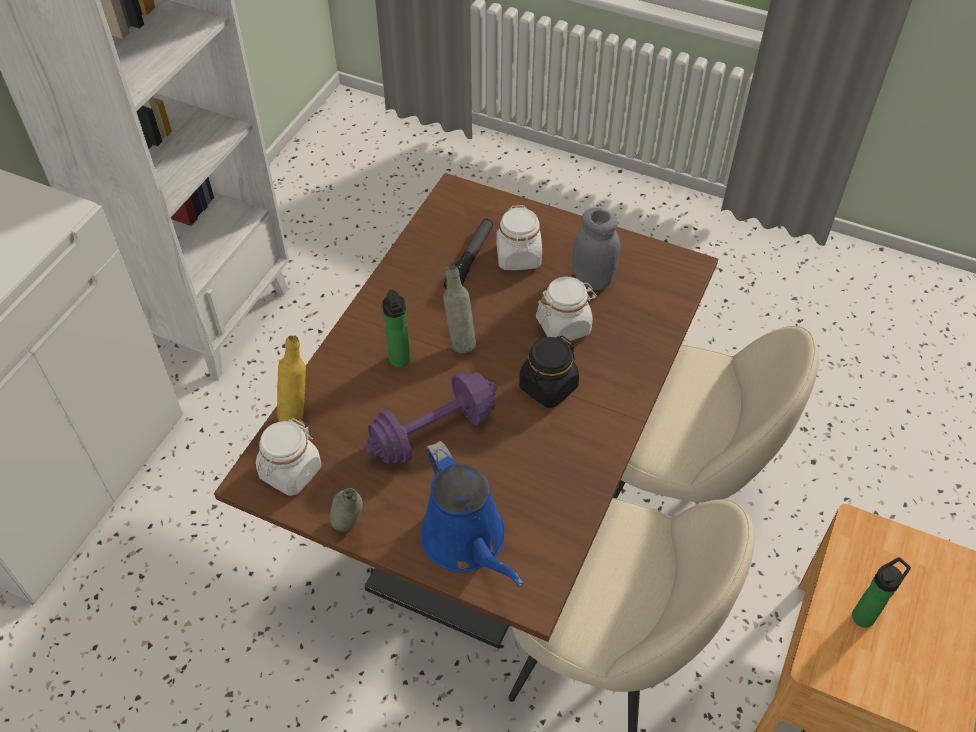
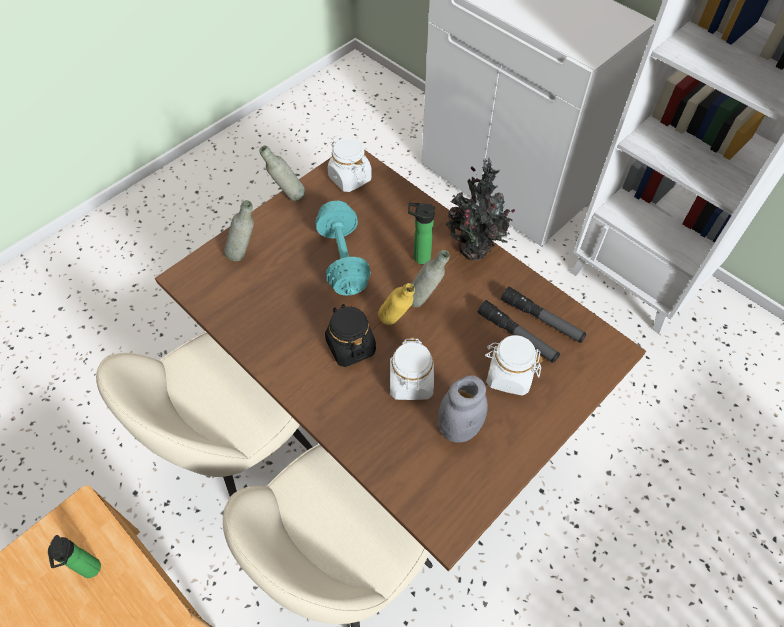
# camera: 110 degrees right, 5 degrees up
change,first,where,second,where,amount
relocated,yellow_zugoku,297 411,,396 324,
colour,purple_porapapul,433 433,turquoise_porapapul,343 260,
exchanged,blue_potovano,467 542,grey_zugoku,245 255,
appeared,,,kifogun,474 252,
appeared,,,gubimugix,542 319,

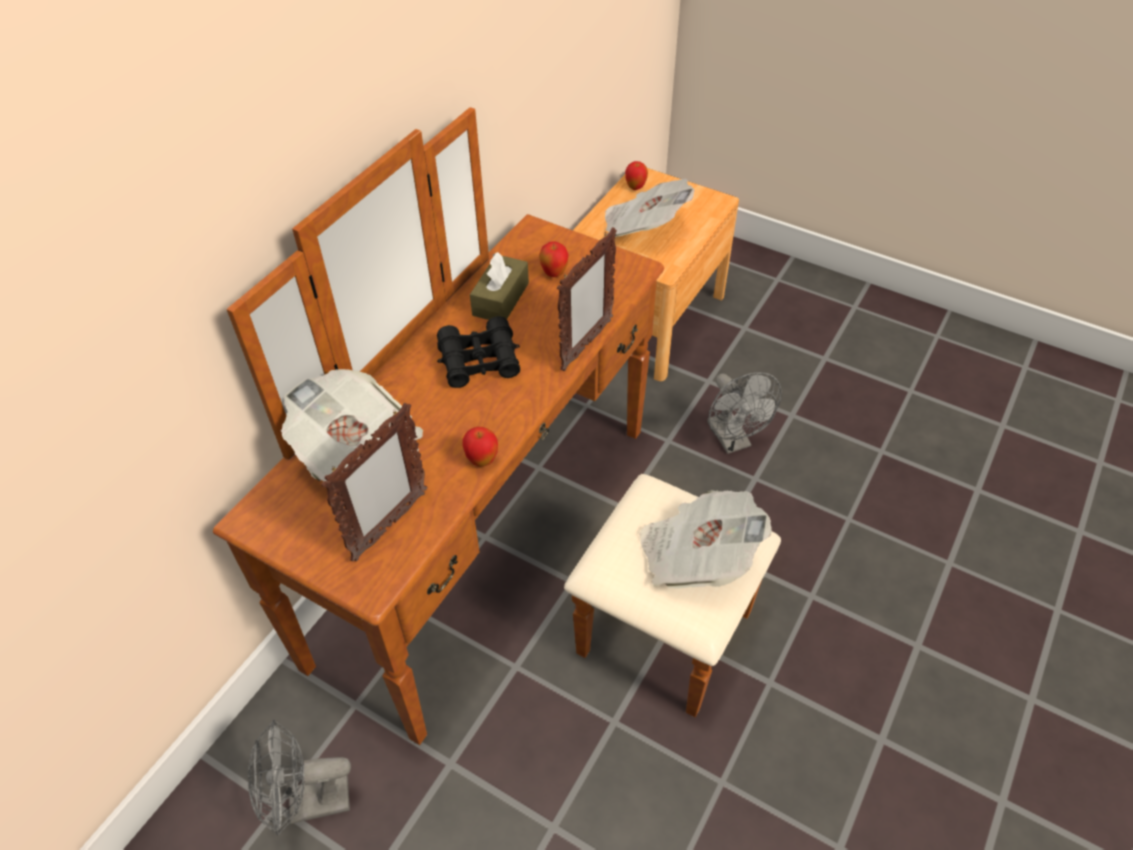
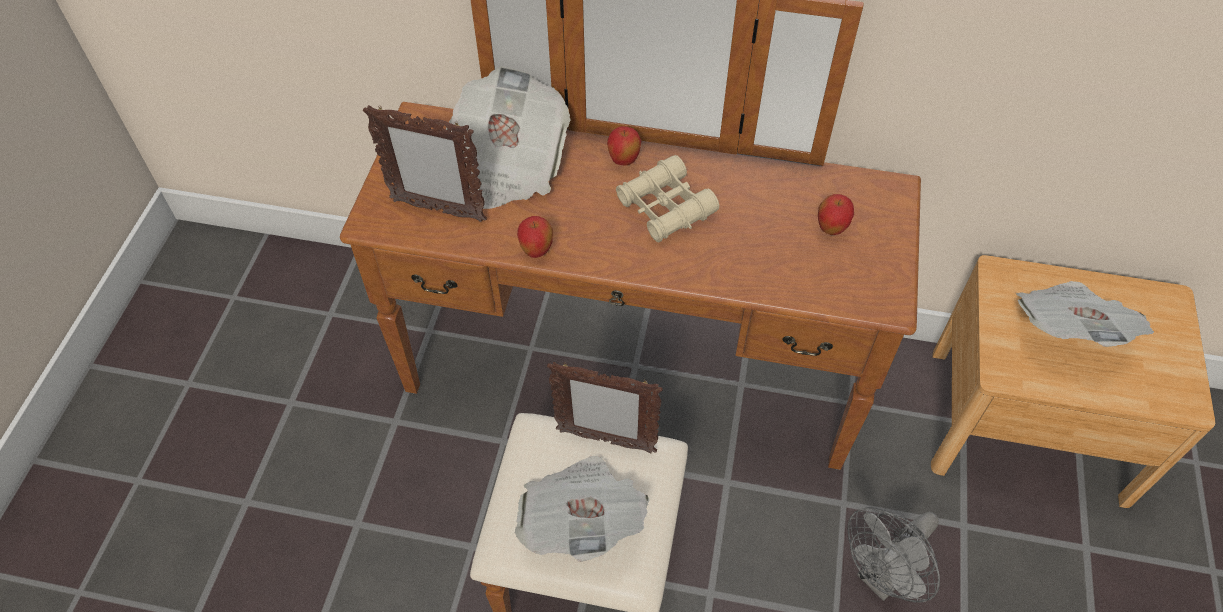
# camera: 70 degrees right, 5 degrees up
change,first,where,second,where,amount
missing,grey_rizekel,308 804,,,
colour,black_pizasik,479 361,beige_pizasik,665 207,
missing,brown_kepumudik,500 299,,,
relocated,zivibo,586 345,,605 441,
relocated,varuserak,635 187,,623 161,

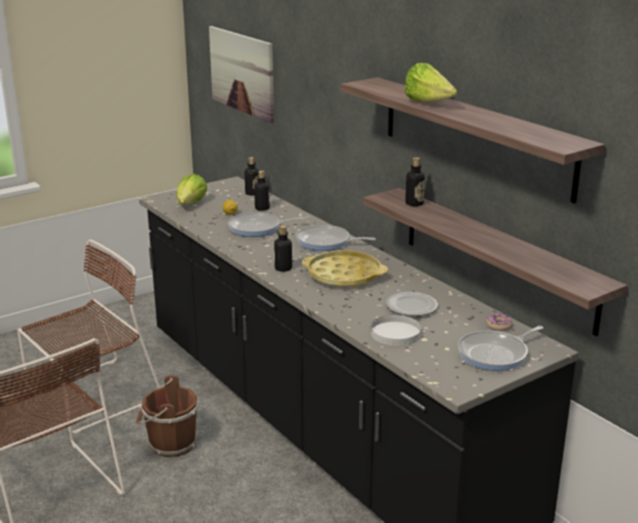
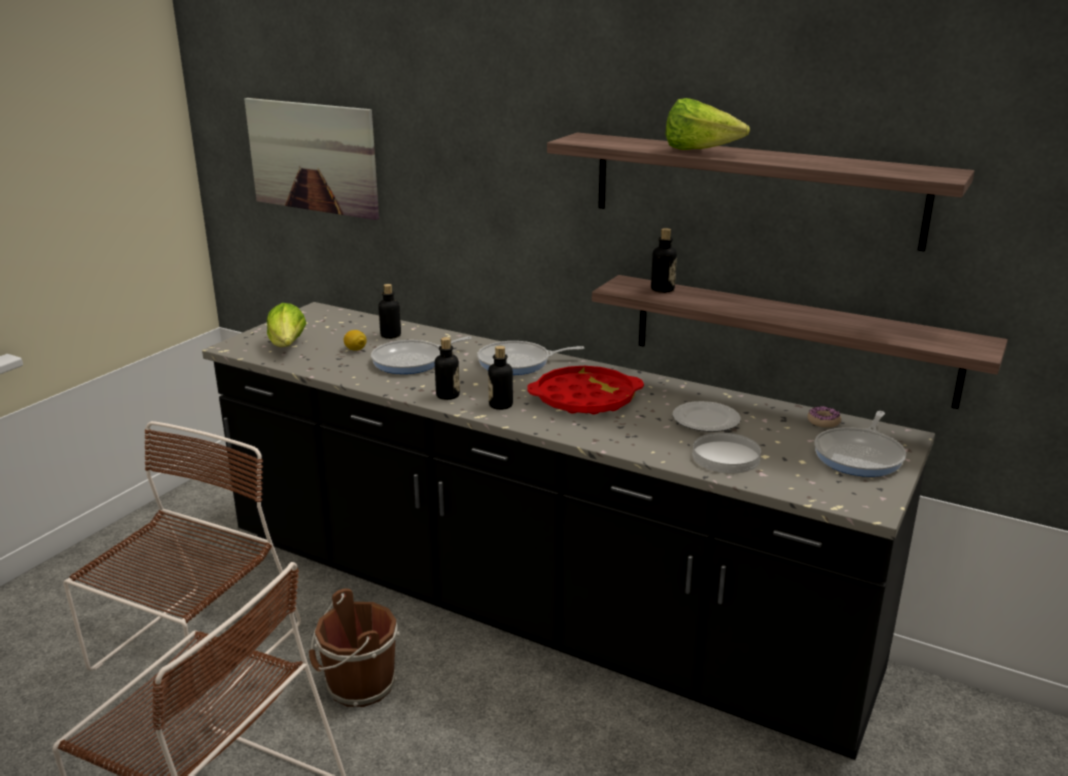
# camera: 25 degrees left, 0 degrees up
change,first,where,second,where,amount
relocated,zugoku,252 193,,448 395,
colour,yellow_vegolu,344 275,red_vegolu,585 399,

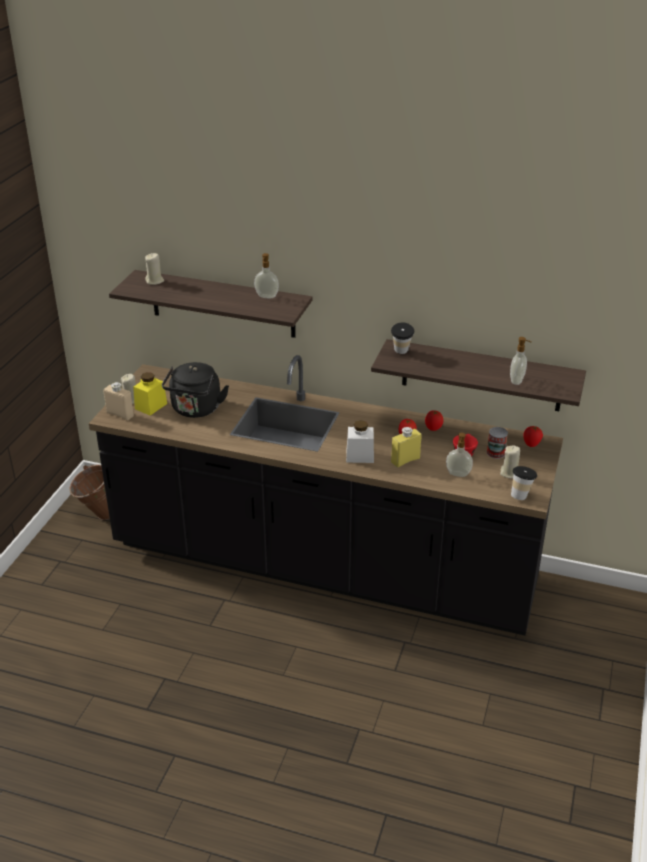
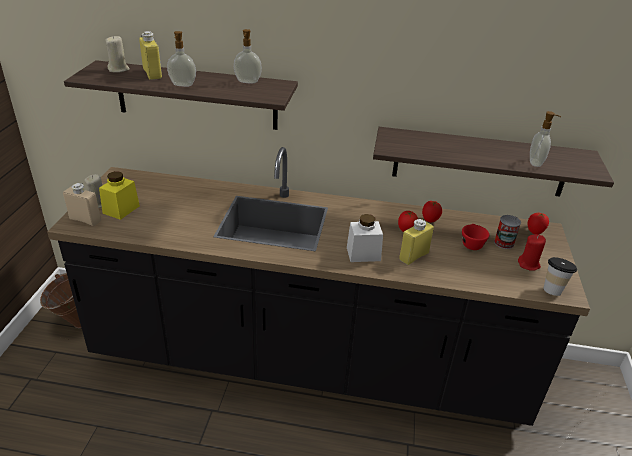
# camera: 10 degrees left, 0 degrees up
change,first,where,second,where,amount
missing,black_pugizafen,195 410,,,
missing,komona,401 353,,,
relocated,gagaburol,458 474,,182 85,
colour,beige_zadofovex,510 473,red_zadofovex,528 264,
appeared,,,yellow_zugoku,152 74,

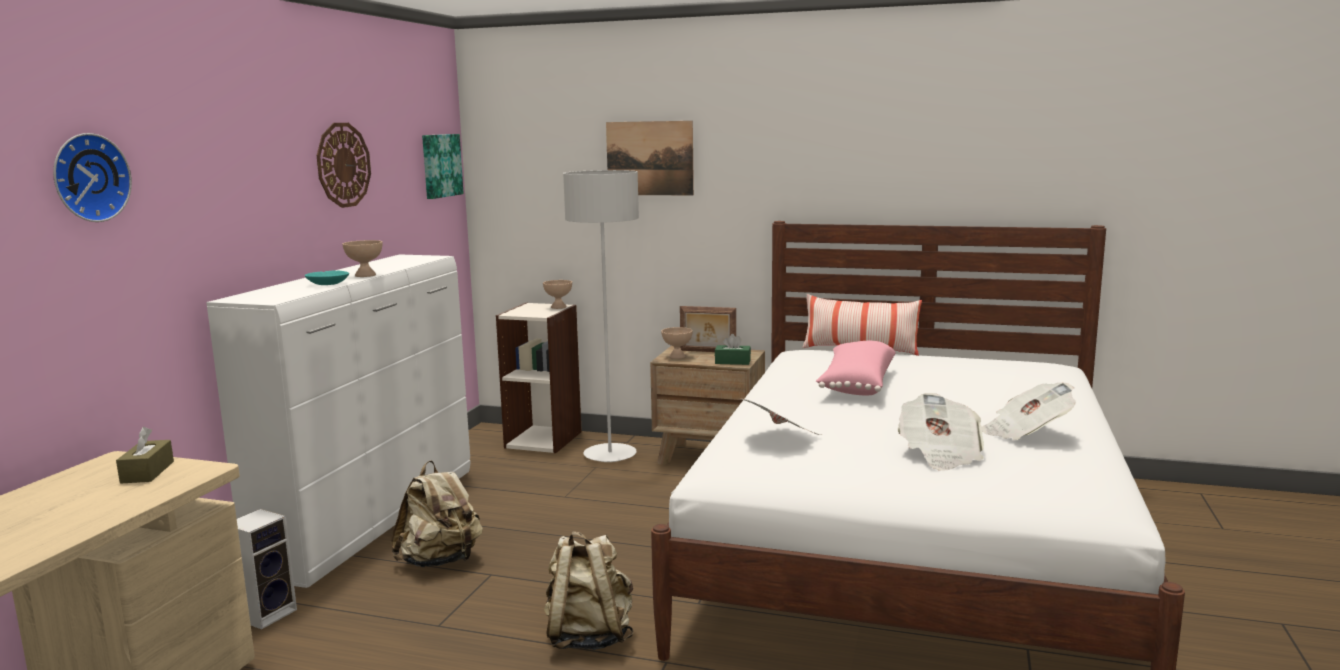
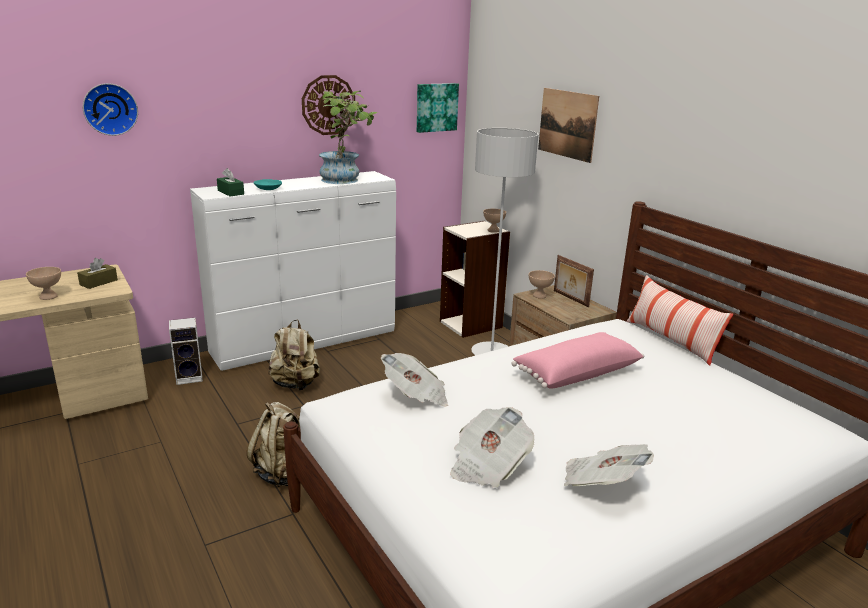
# camera: 40 degrees right, 10 degrees up
change,first,where,second,where,amount
relocated,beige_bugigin,365 275,,48 297,
relocated,green_kepumudik,732 362,,230 192,
appeared,,,kifogun,345 180,

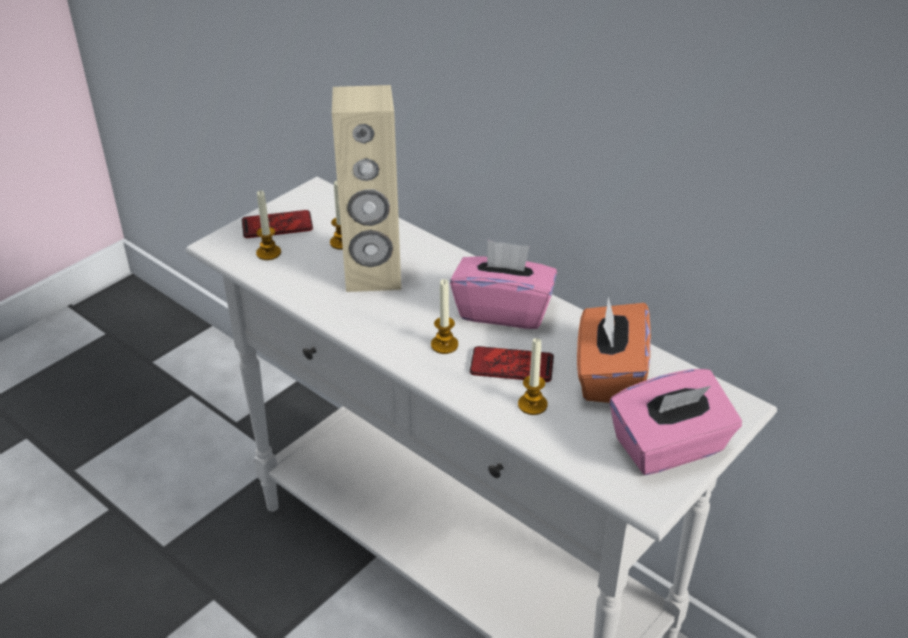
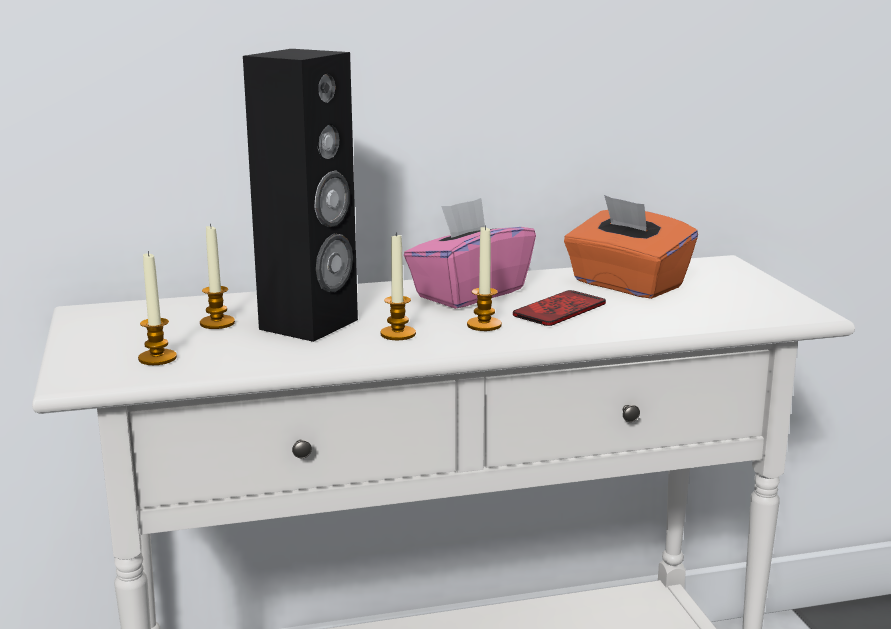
# camera: 55 degrees left, 20 degrees down
change,first,where,second,where,amount
missing,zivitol,277 225,,,
colour,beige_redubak,373 276,black_redubak,310 325,
relocated,zadofovex,532 405,,398 334,
missing,pink_kepumudik,669 447,,,

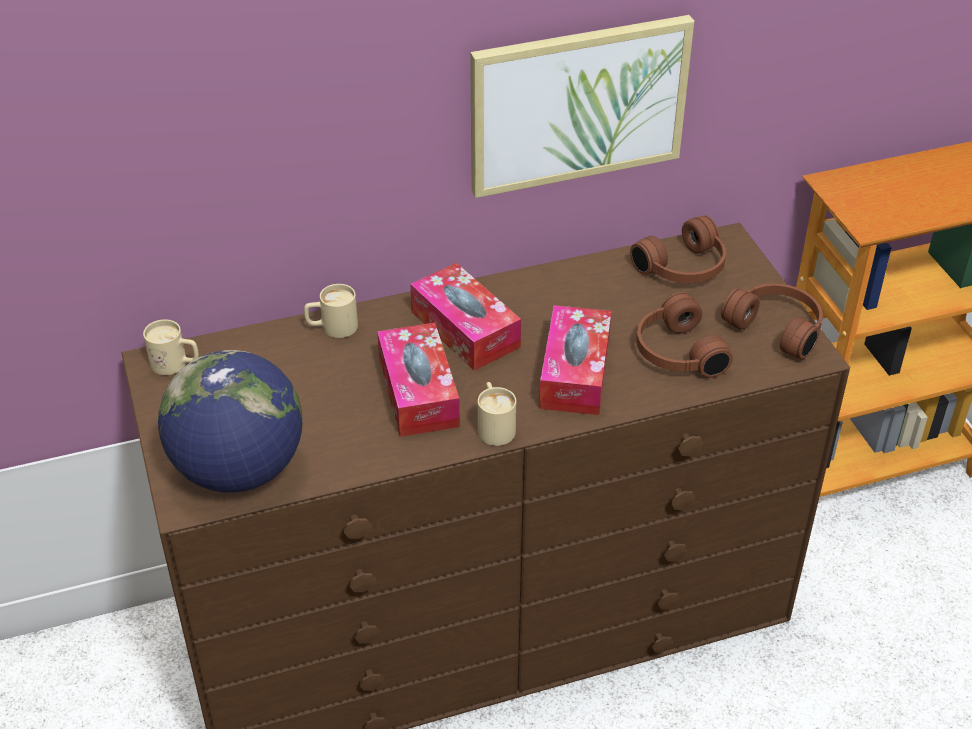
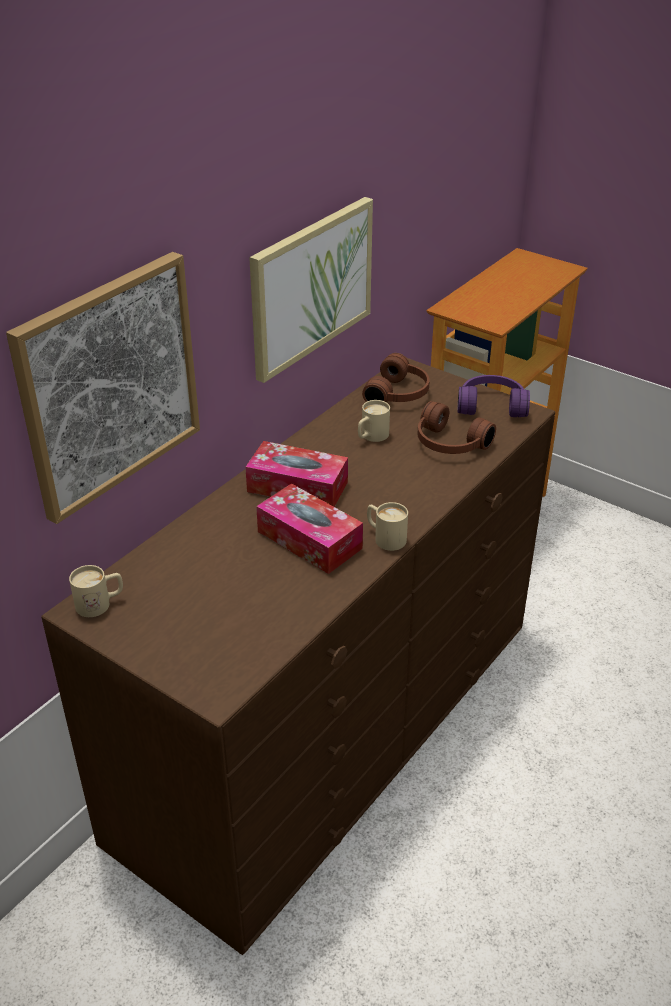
# camera: 35 degrees left, 5 degrees down
change,first,where,second,where,amount
missing,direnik,239 470,,,
relocated,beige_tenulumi,332 328,,371 437,
missing,kepumudik,575 373,,,
colour,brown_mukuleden,778 327,purple_mukuleden,491 405,
appeared,,,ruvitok,109 384,

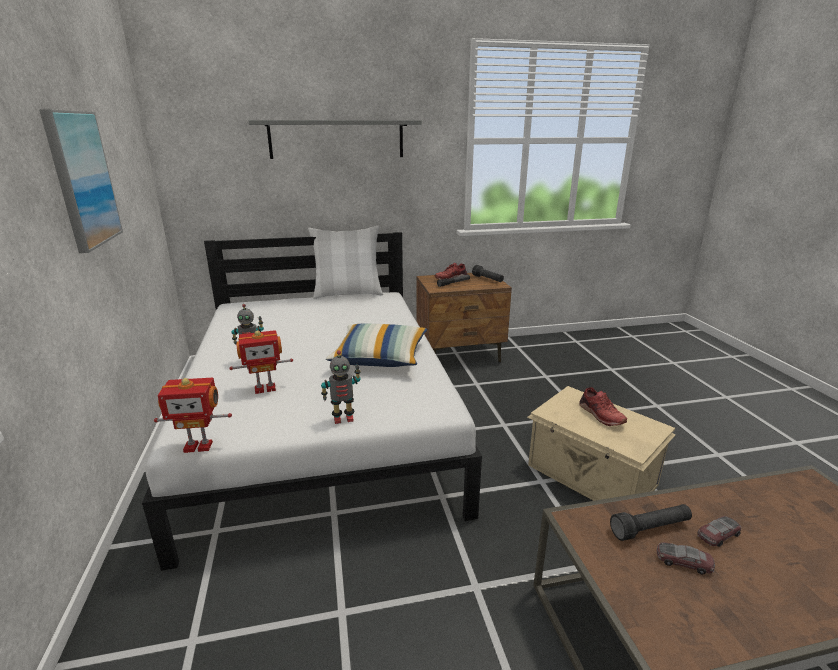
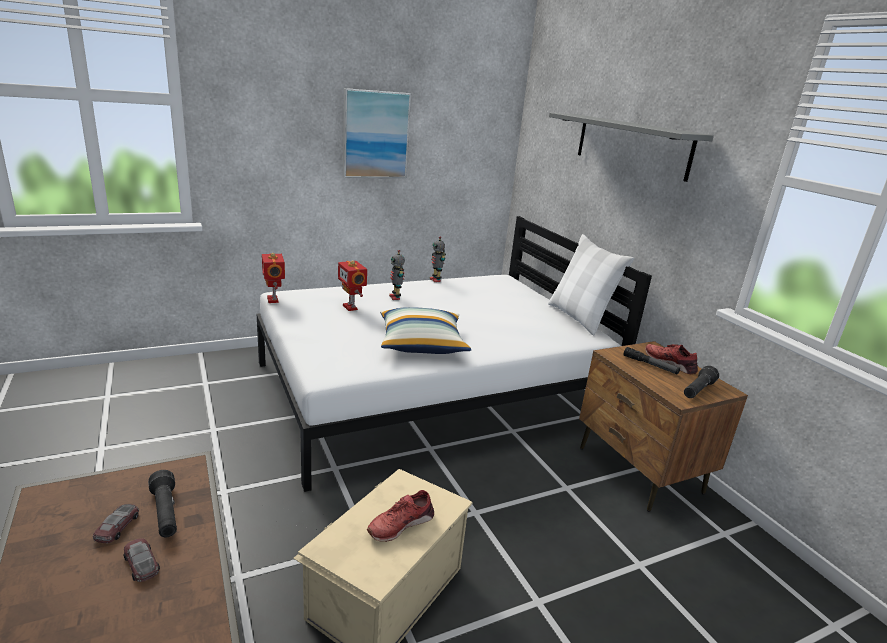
# camera: 75 degrees right, 0 degrees up
change,first,where,second,where,amount
relocated,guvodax,343 418,,436 280,

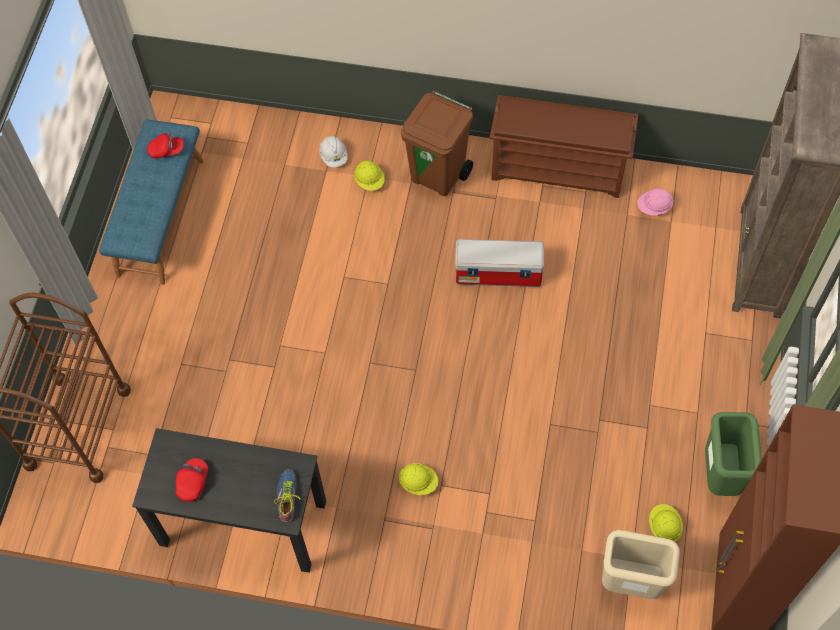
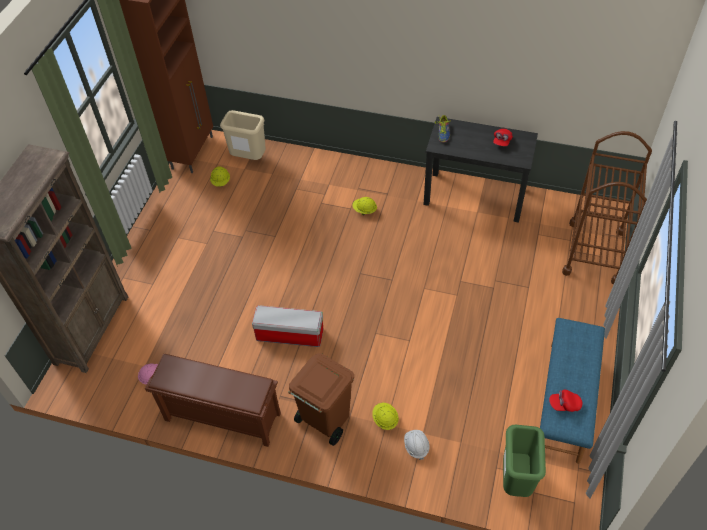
# camera: 175 degrees left, 10 degrees down
change,first,where,second,where,amount
relocated,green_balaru,721 475,,515 479,

